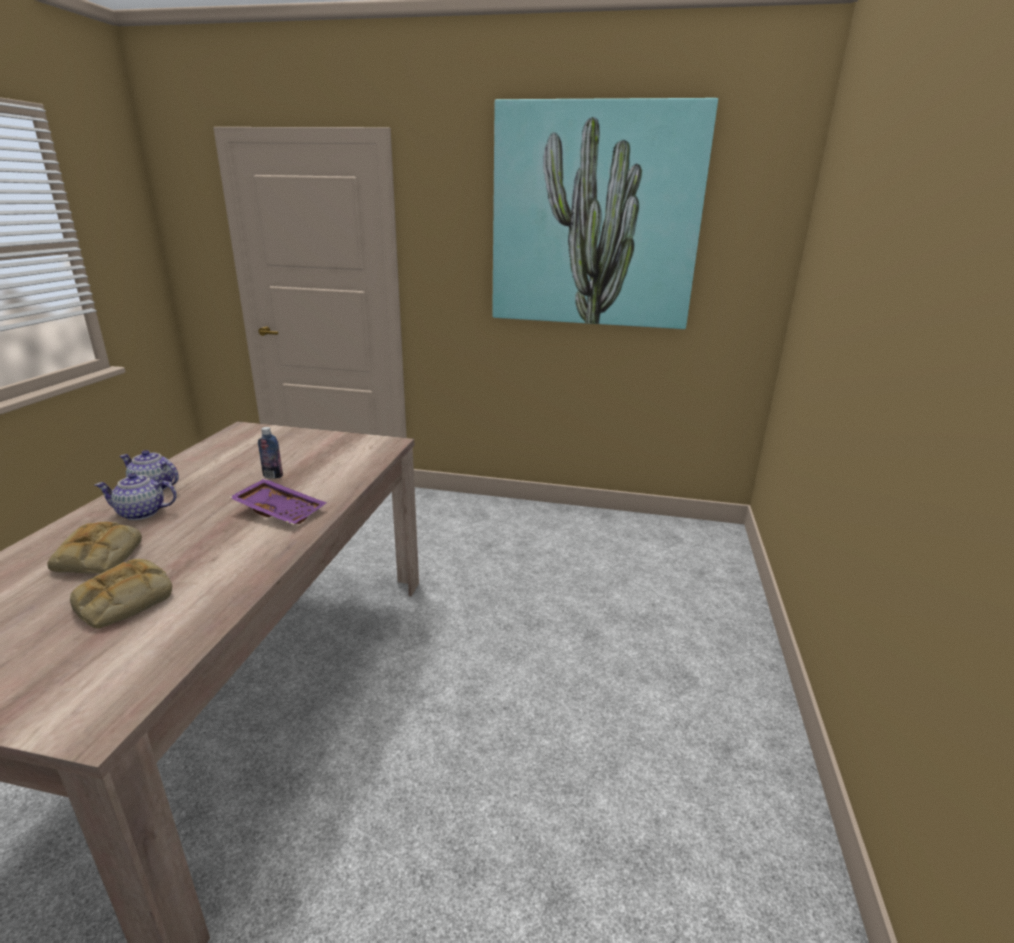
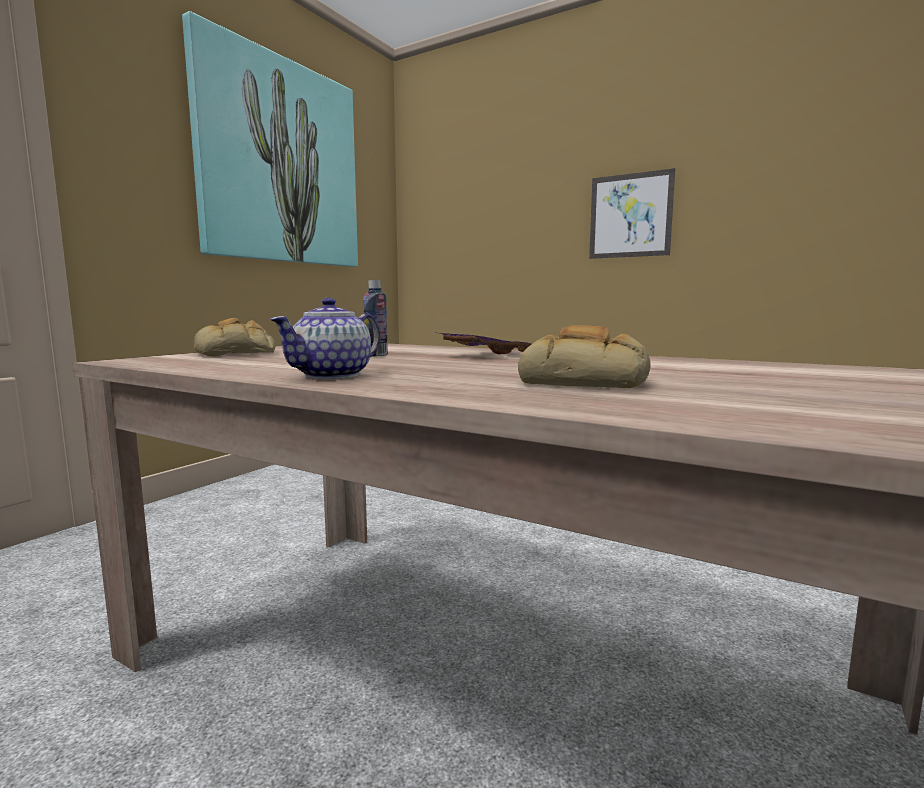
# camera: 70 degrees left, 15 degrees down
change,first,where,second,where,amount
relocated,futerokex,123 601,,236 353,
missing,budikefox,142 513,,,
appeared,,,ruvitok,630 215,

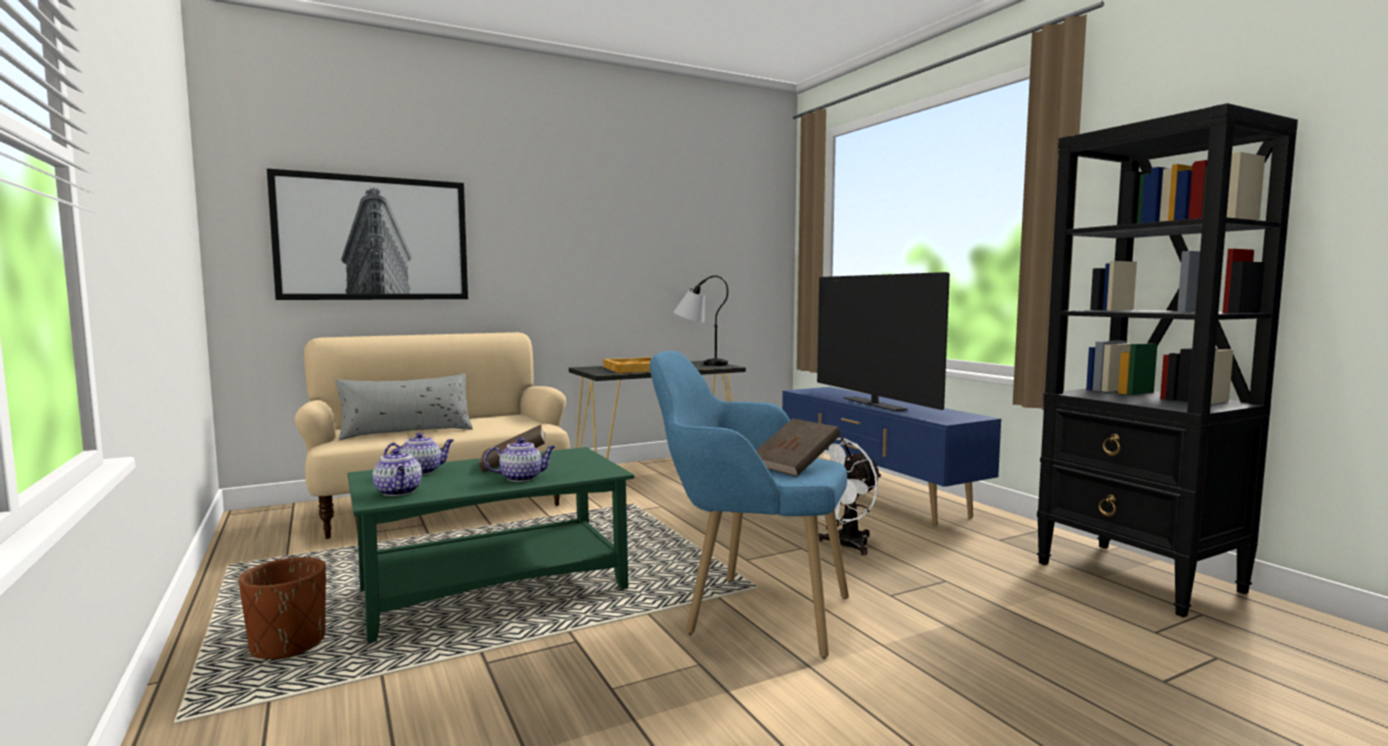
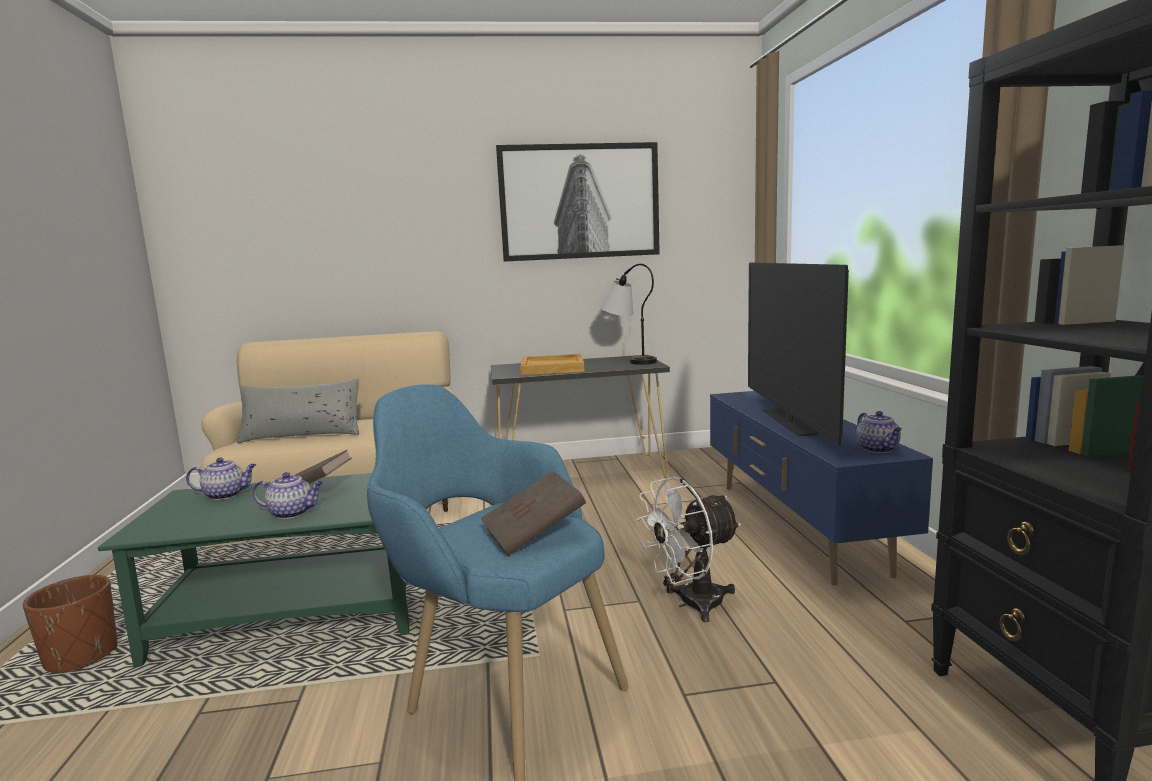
# camera: 20 degrees right, 5 degrees up
change,first,where,second,where,amount
relocated,ruvitok,374 238,,579 202,
relocated,budikefox,399 492,,878 449,

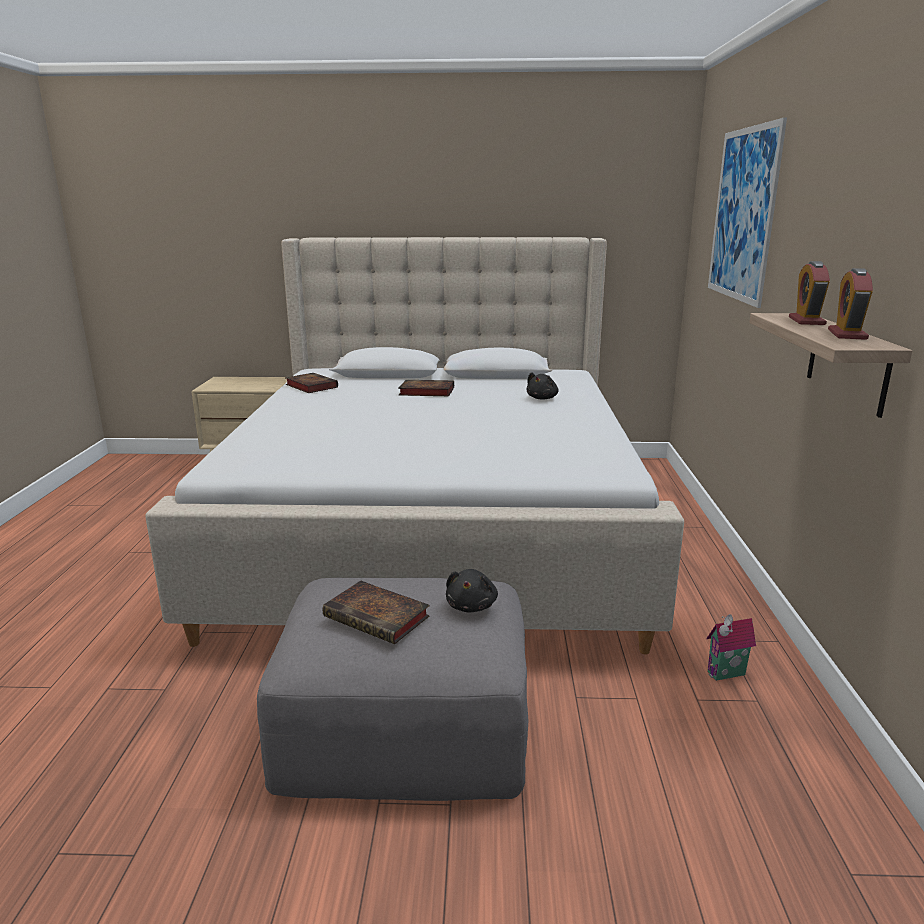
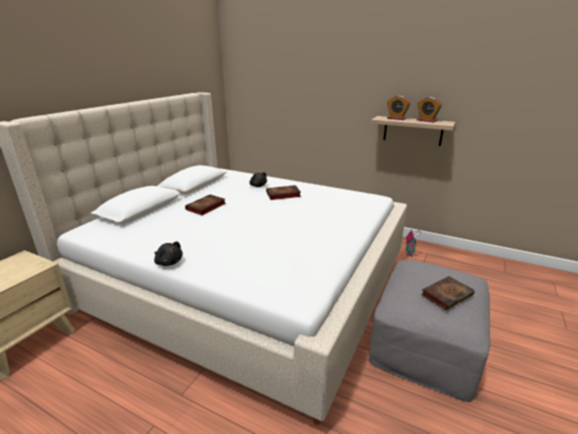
# camera: 65 degrees left, 5 degrees up
change,first,where,second,where,amount
relocated,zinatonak,310 386,,282 195,
relocated,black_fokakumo,472 606,,168 262,
missing,ruvitok,743 214,,,

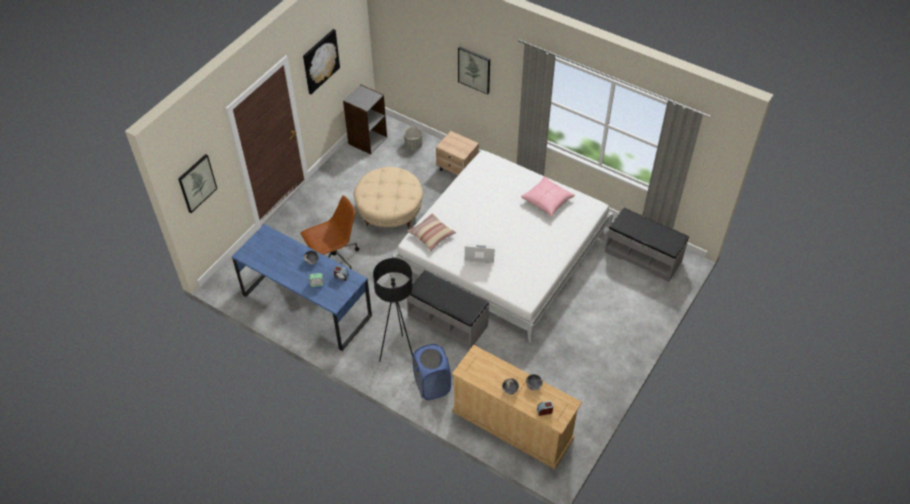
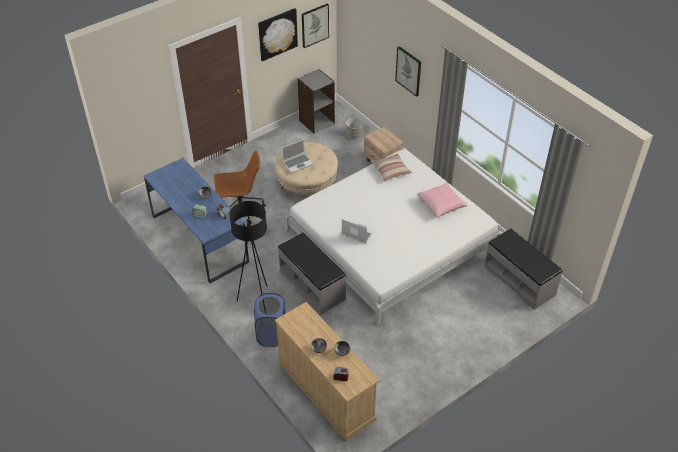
# camera: 20 degrees right, 5 degrees down
change,first,where,second,where,amount
relocated,ruvitok,197 183,,314 25,
relocated,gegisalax,431 235,,391 170,
appeared,,,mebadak,298 163,

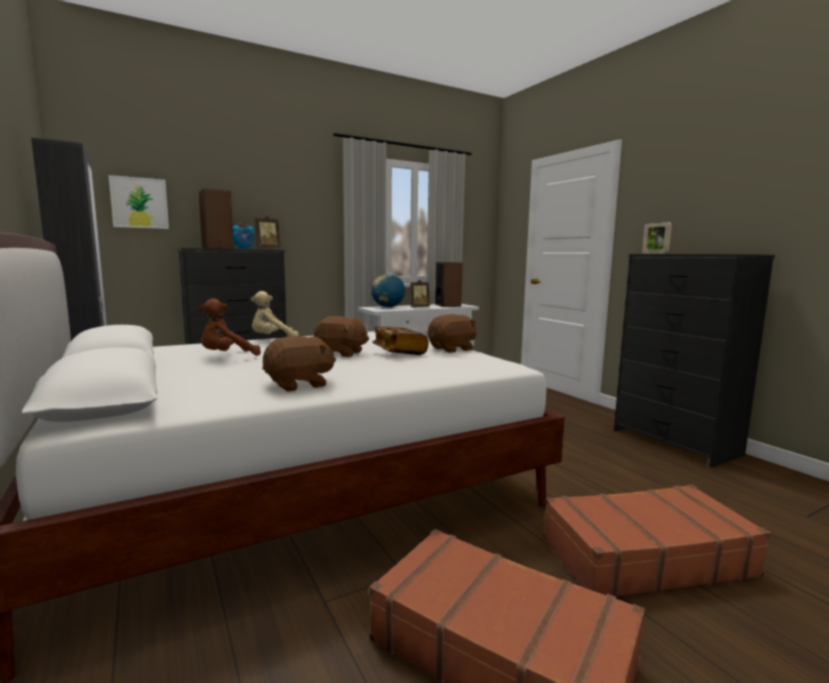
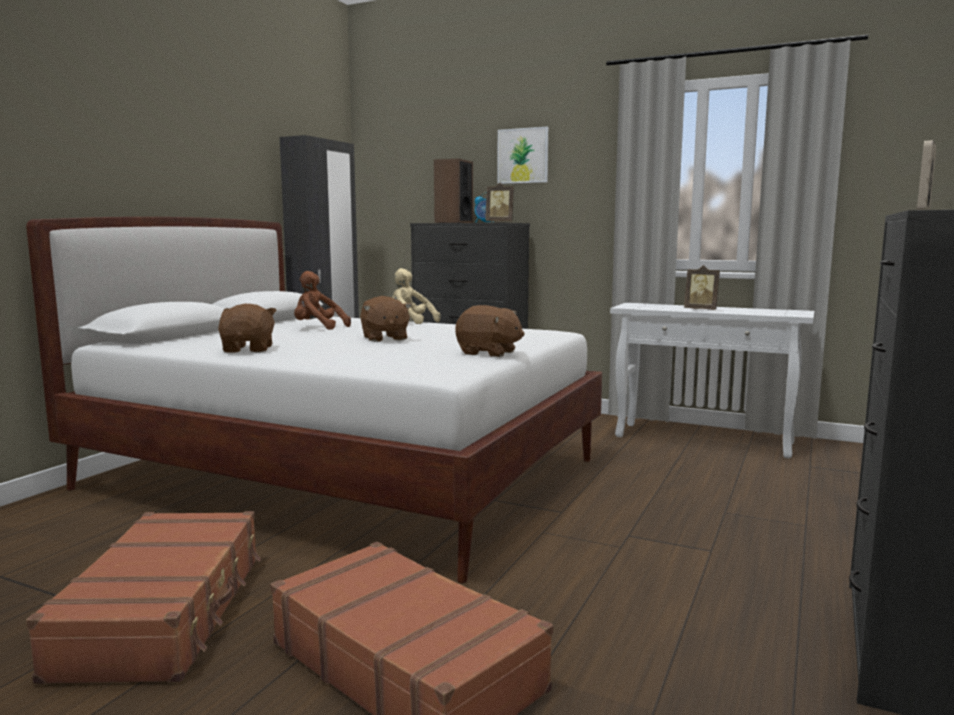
# camera: 55 degrees right, 0 degrees up
change,first,where,second,where,amount
relocated,ruvitok,139 203,,523 156,
spun,brown_fokakumo,299 385,,249 349,120 degrees counterclockwise
missing,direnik,388 307,,,
missing,zinatonak,399 352,,,
missing,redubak,448 305,,,

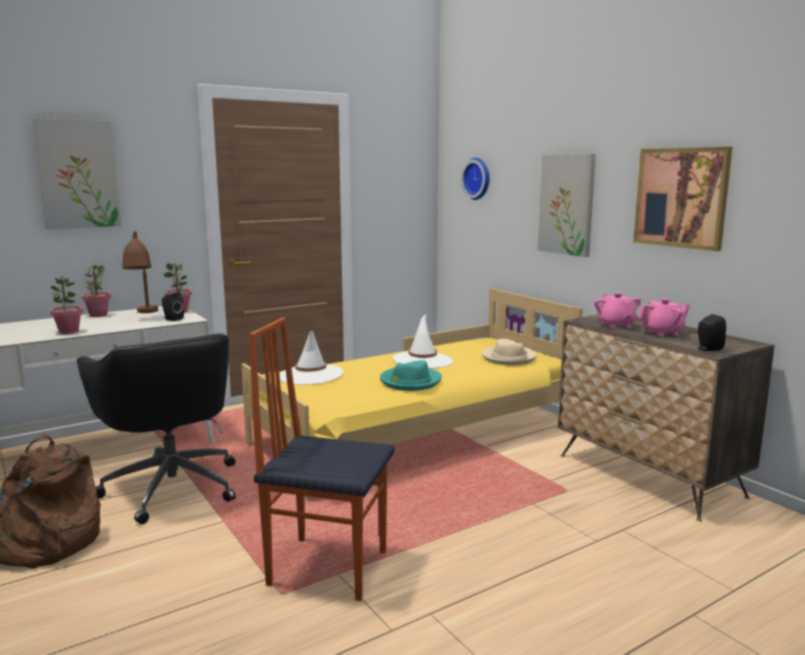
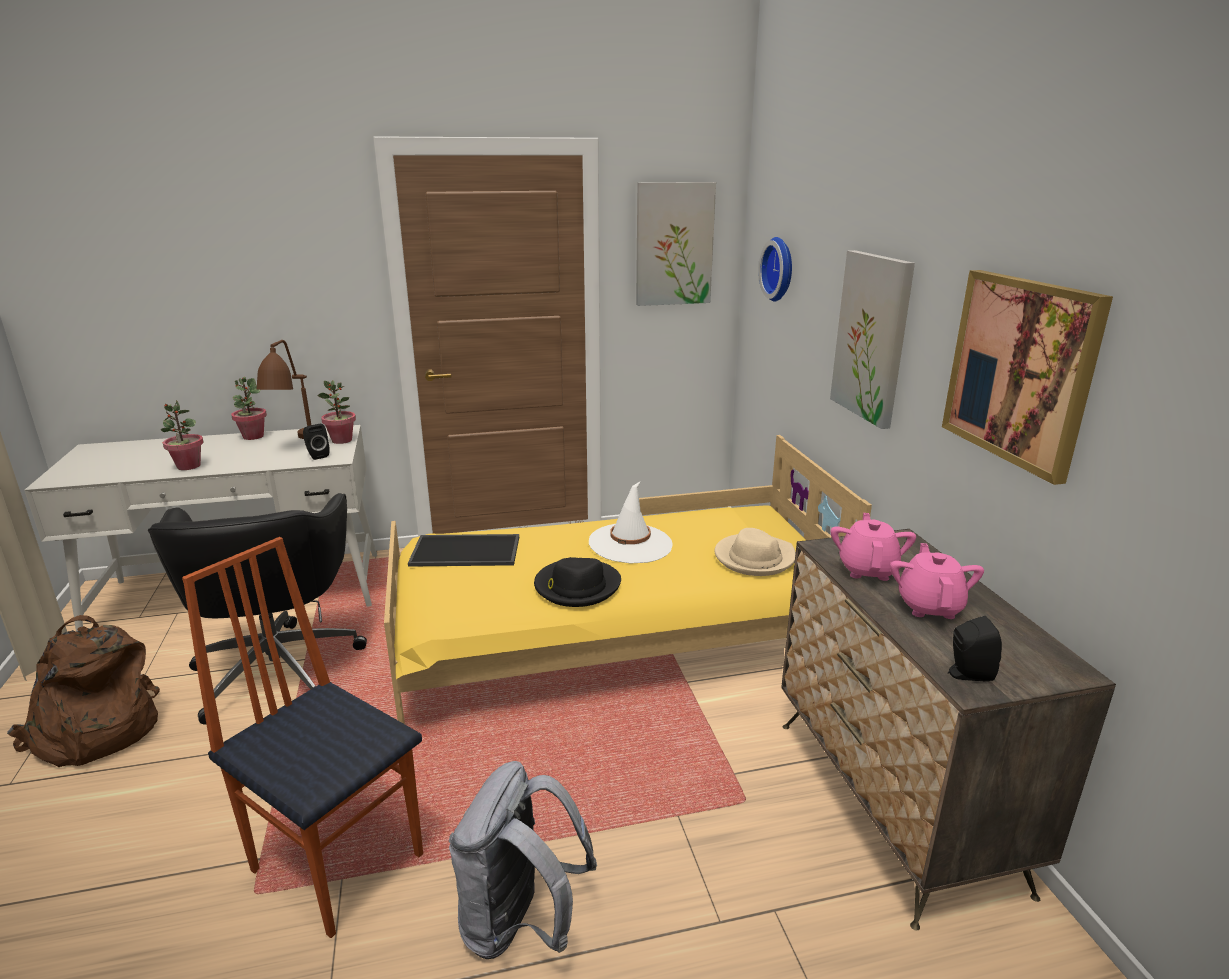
# camera: 20 degrees right, 10 degrees up
change,first,where,second,where,amount
relocated,ruvitok,77 174,,674 244,
exchanged,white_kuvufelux,311 375,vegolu,467 550,
colour,turquoise_kuvufelux,410 381,black_kuvufelux,576 586,
spun,pink_budikefox,662 333,,929 606,90 degrees counterclockwise
appeared,,,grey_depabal,520 923,

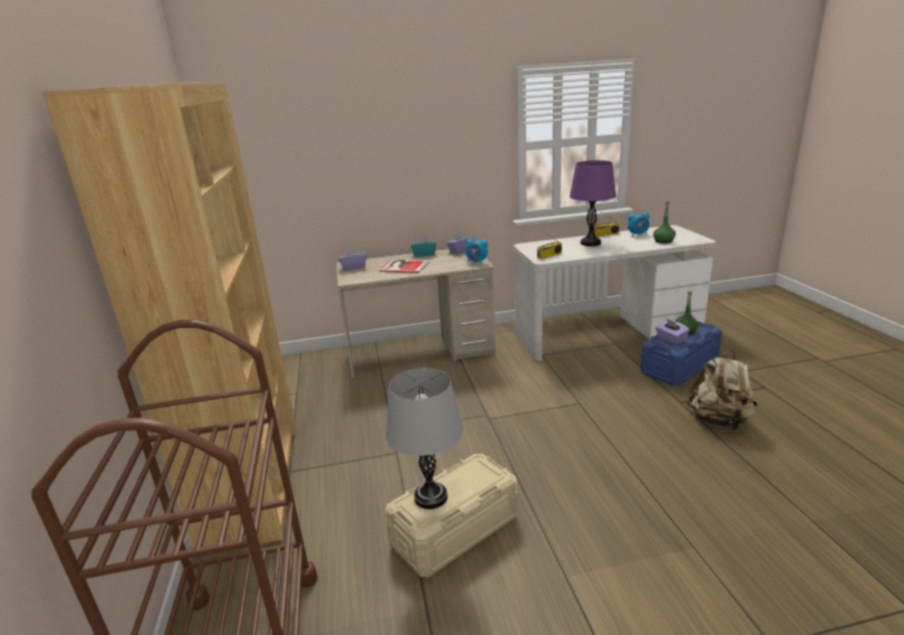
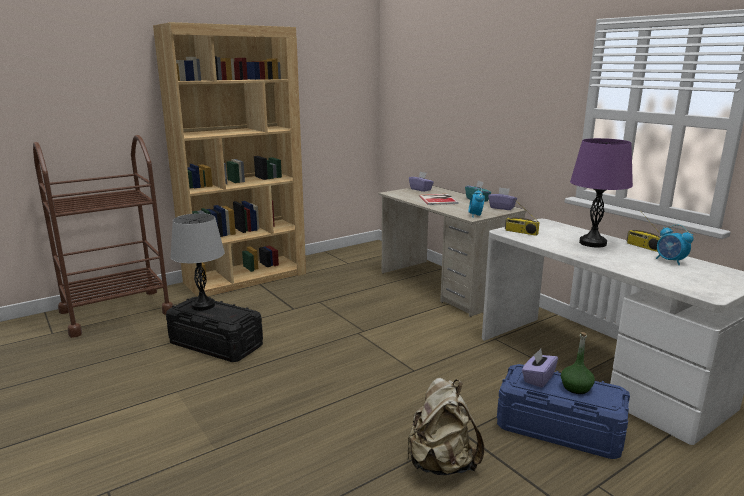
# camera: 65 degrees right, 5 degrees down
change,first,where,second,where,amount
colour,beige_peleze,455 530,black_peleze,216 344,
missing,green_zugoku,663 241,,,

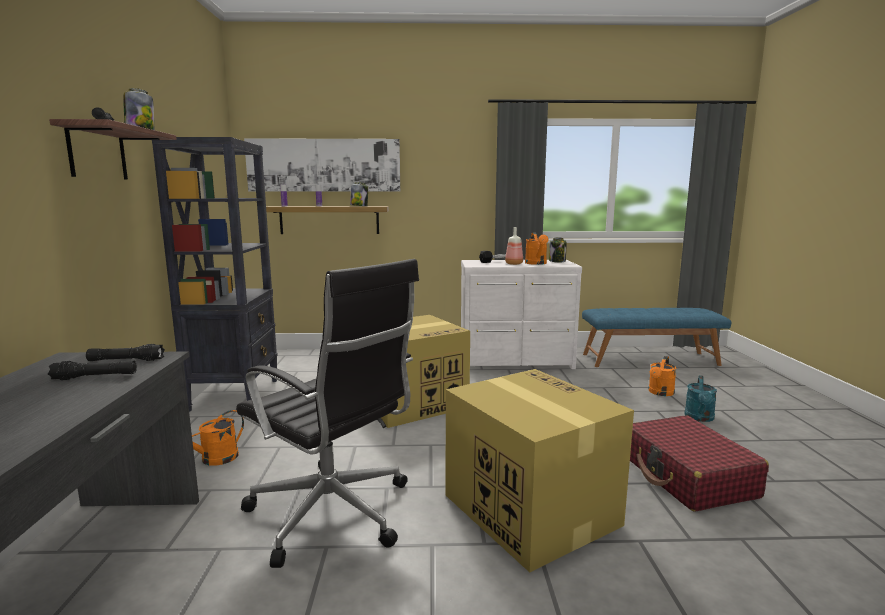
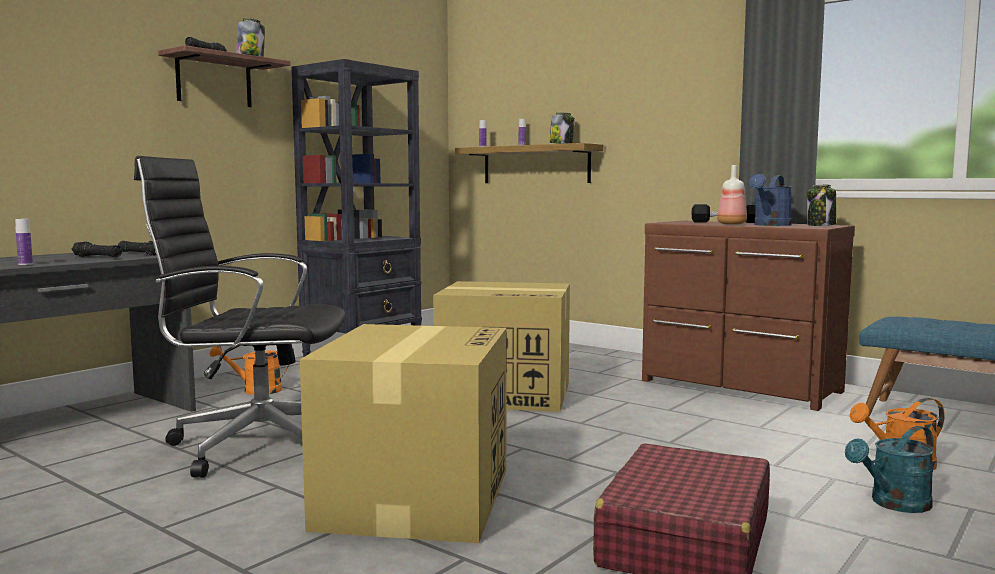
# camera: 40 degrees right, 5 degrees down
change,first,where,second,where,amount
spun,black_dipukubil,333 514,,256 445,105 degrees clockwise
missing,ruvitok,324 165,,,
colour,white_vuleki,517 362,brown_vuleki,739 387,
colour,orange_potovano,537 263,blue_potovano,770 225,
appeared,,,zugoku,25 264,

